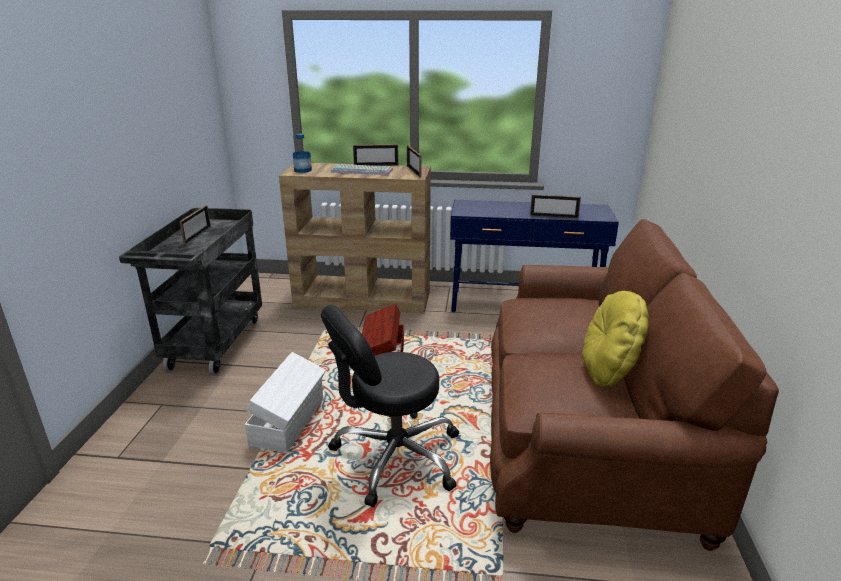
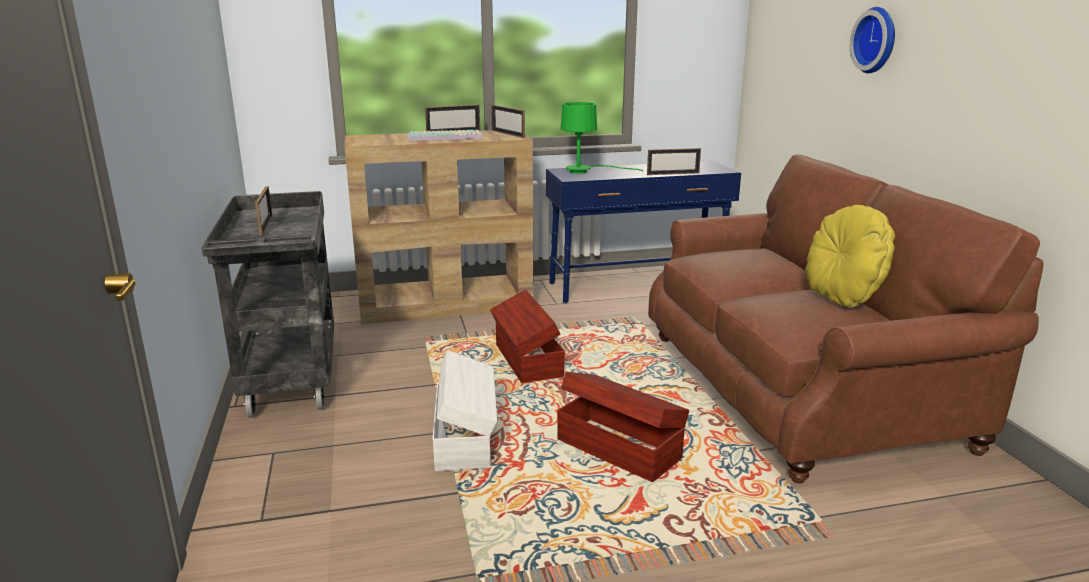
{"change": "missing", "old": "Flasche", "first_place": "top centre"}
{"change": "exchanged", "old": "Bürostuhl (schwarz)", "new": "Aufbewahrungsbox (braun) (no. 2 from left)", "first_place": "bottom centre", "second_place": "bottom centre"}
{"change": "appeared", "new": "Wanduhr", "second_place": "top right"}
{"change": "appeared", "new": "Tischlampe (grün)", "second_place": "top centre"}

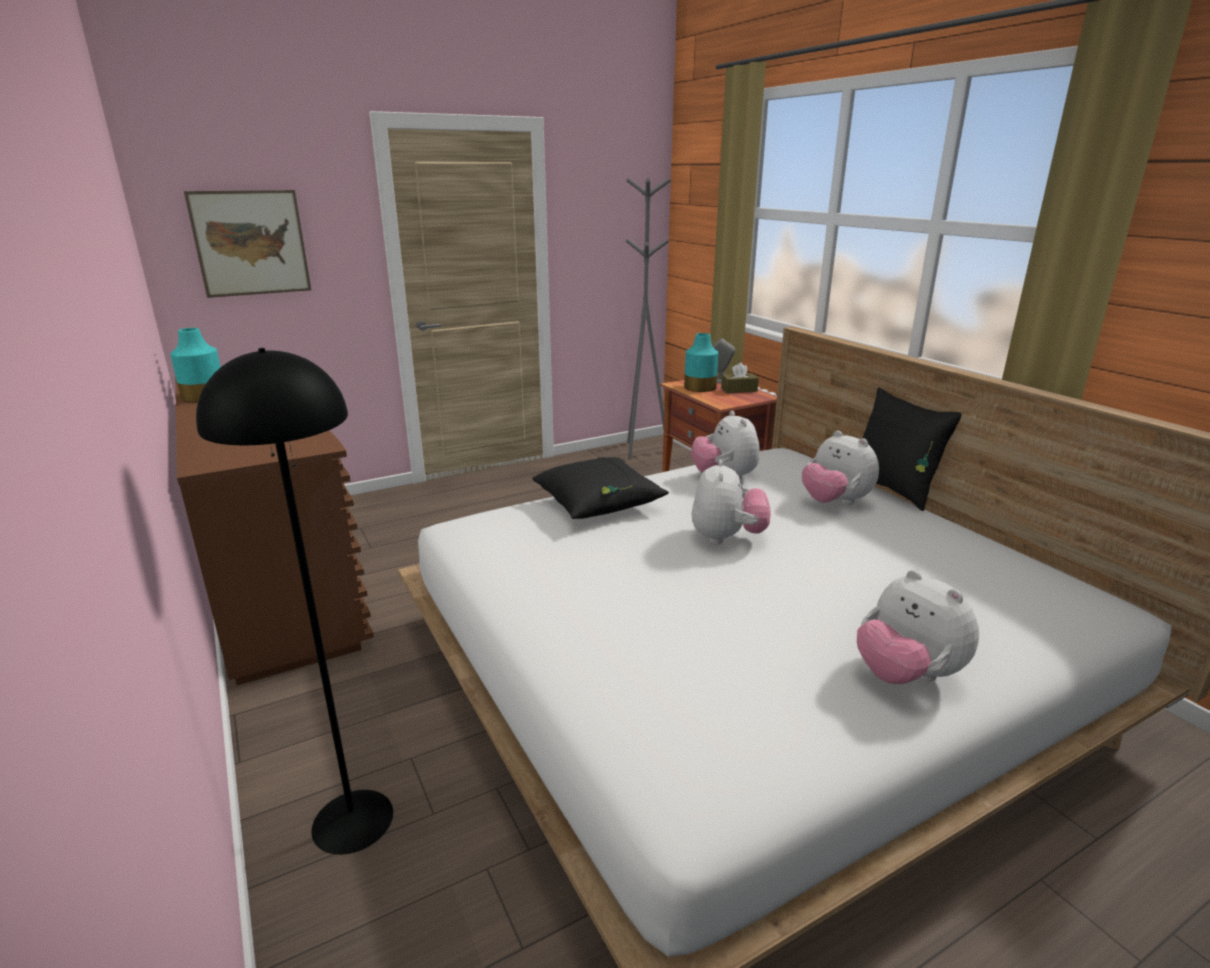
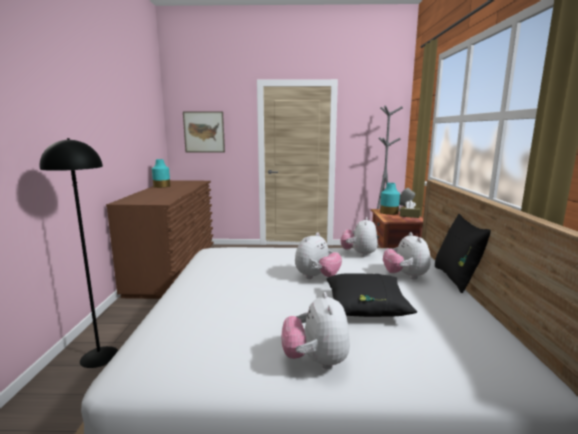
{"change": "relocated", "old": "Kissen (schwarz) (no. 1 from left)", "first_place": "centre", "second_place": "bottom centre"}

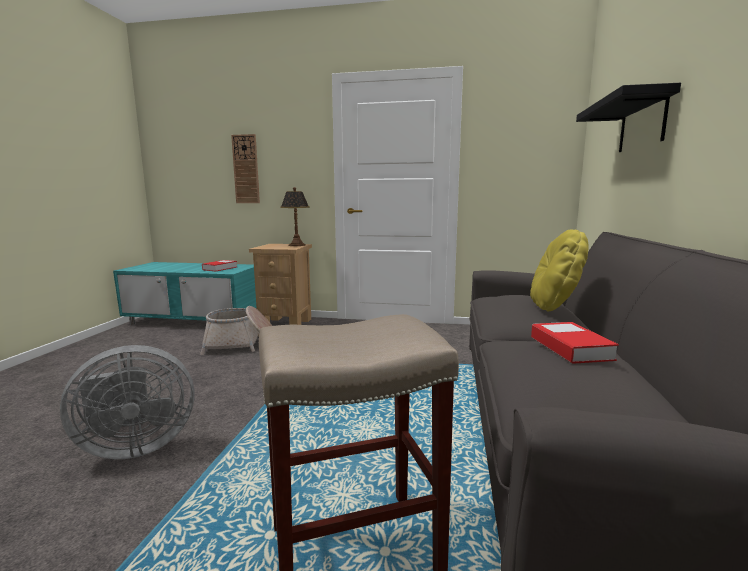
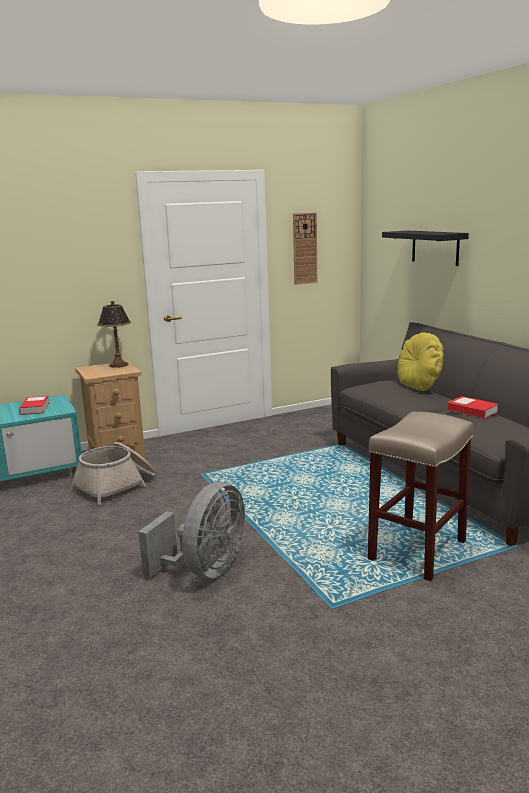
{"change": "relocated", "old": "Wanduhr", "first_place": "top left", "second_place": "top centre"}

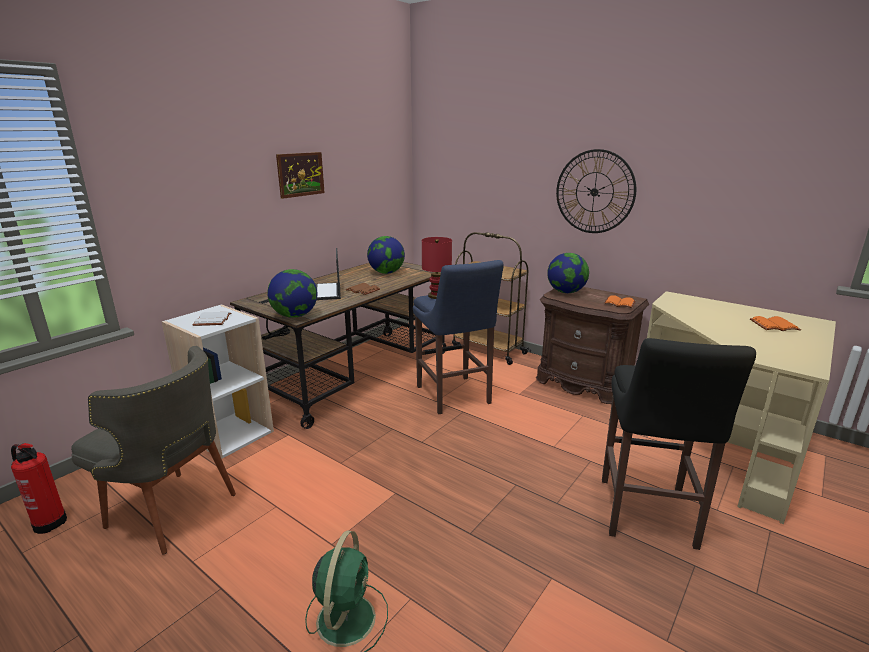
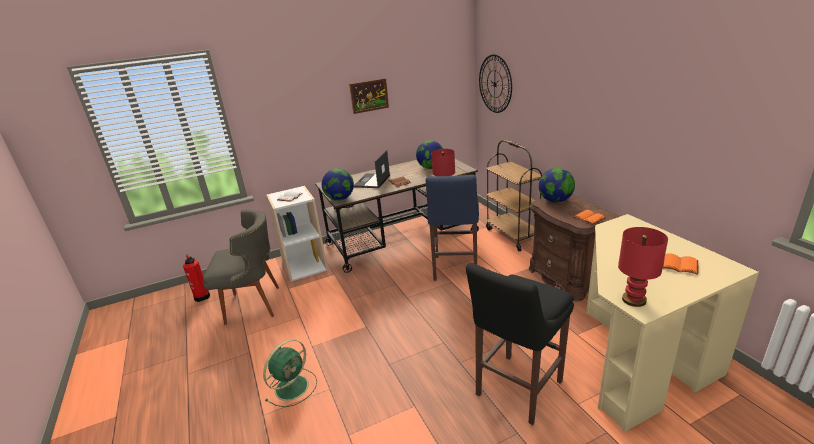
{"change": "relocated", "old": "Wanduhr", "first_place": "top right", "second_place": "top centre"}
{"change": "spun", "old": "Stuhl (grau)", "first_place": "bottom left", "second_place": "middle left", "degrees": -60}
{"change": "appeared", "new": "Tischlampe (rot) (no. 2 from left)", "second_place": "middle right"}

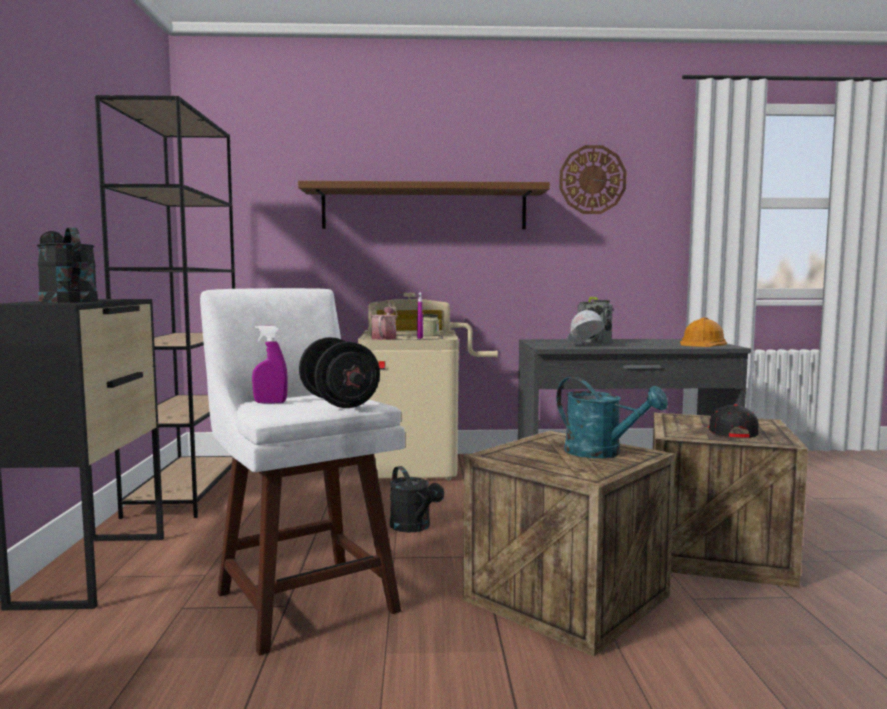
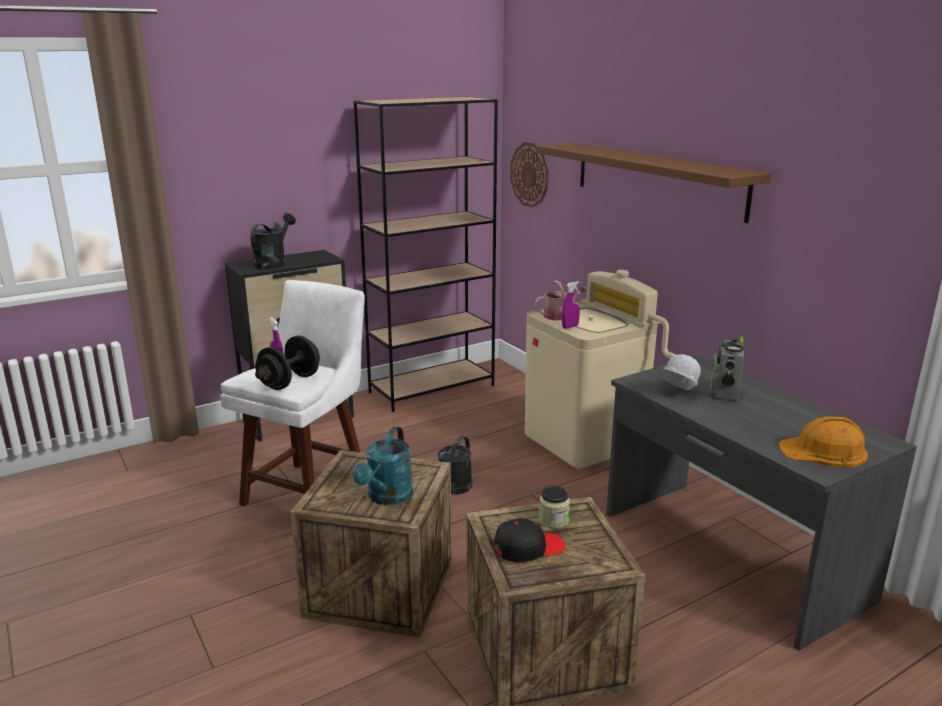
{"change": "relocated", "old": "Wanduhr", "first_place": "top right", "second_place": "top centre"}
{"change": "relocated", "old": "Vorratsglas", "first_place": "centre", "second_place": "bottom centre"}

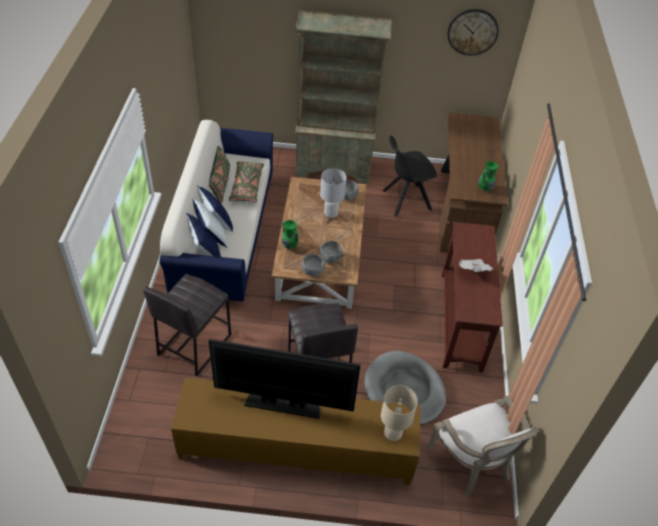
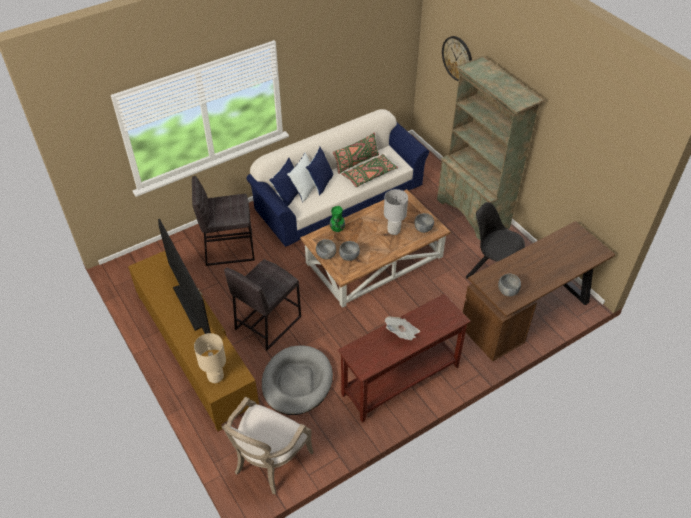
{"change": "relocated", "old": "Wanduhr", "first_place": "top right", "second_place": "top centre"}
{"change": "exchanged", "old": "Vase (grün) (no. 2 from left)", "new": "Schüssel (grau) (no. 4 from left)", "first_place": "middle right", "second_place": "middle right"}

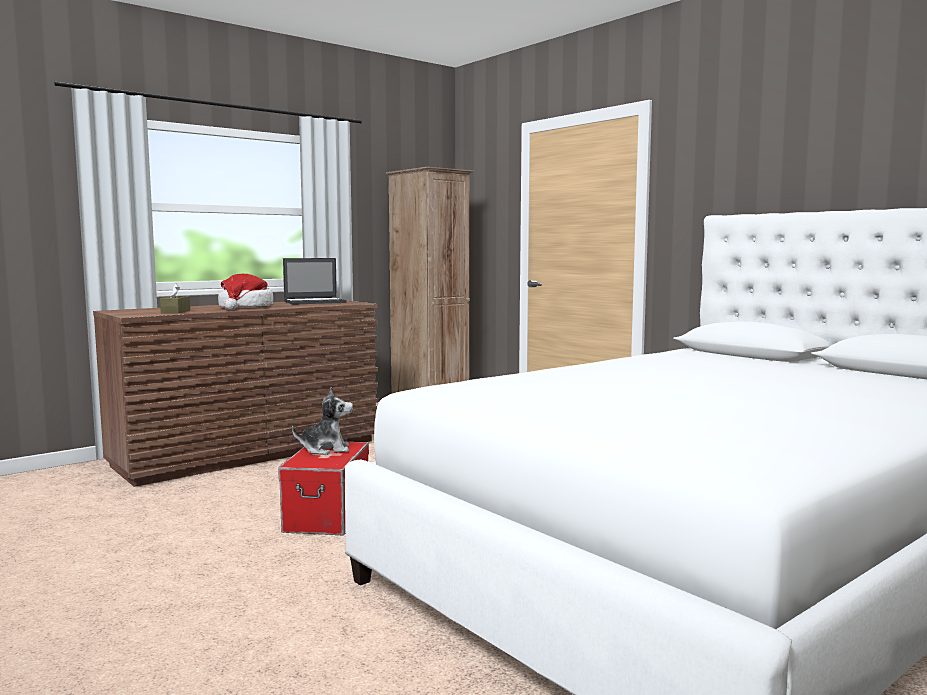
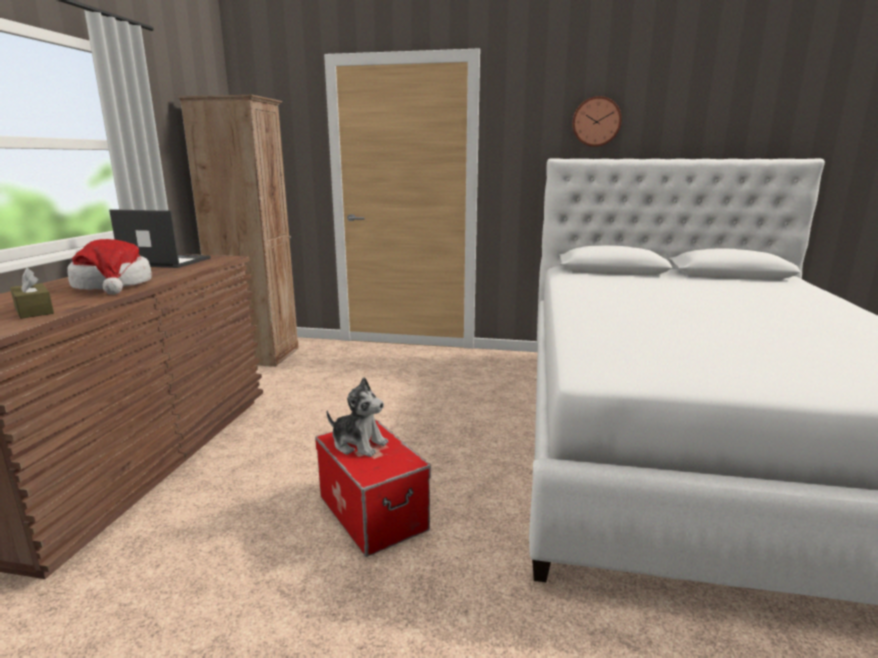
{"change": "spun", "old": "Laptop", "first_place": "centre", "second_place": "middle left", "degrees": -105}
{"change": "spun", "old": "Plüschtier", "first_place": "centre", "second_place": "centre", "degrees": 75}
{"change": "appeared", "new": "Wanduhr", "second_place": "top right"}

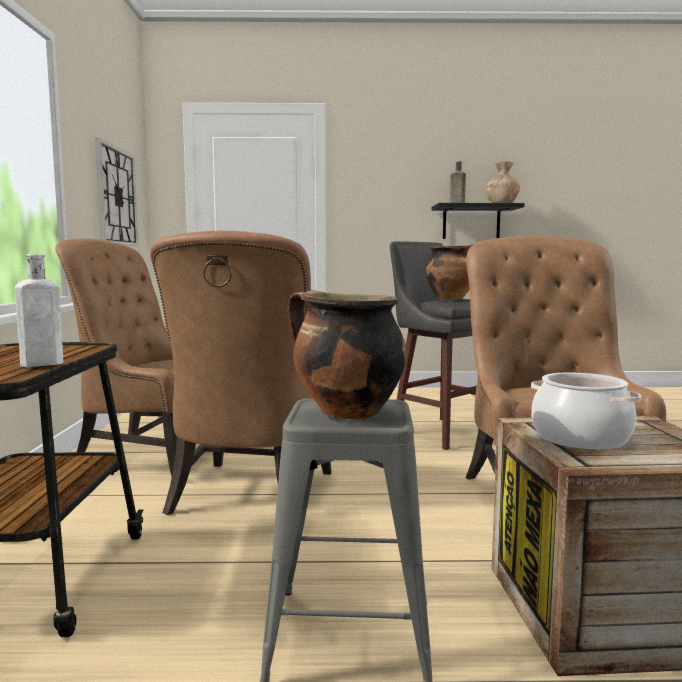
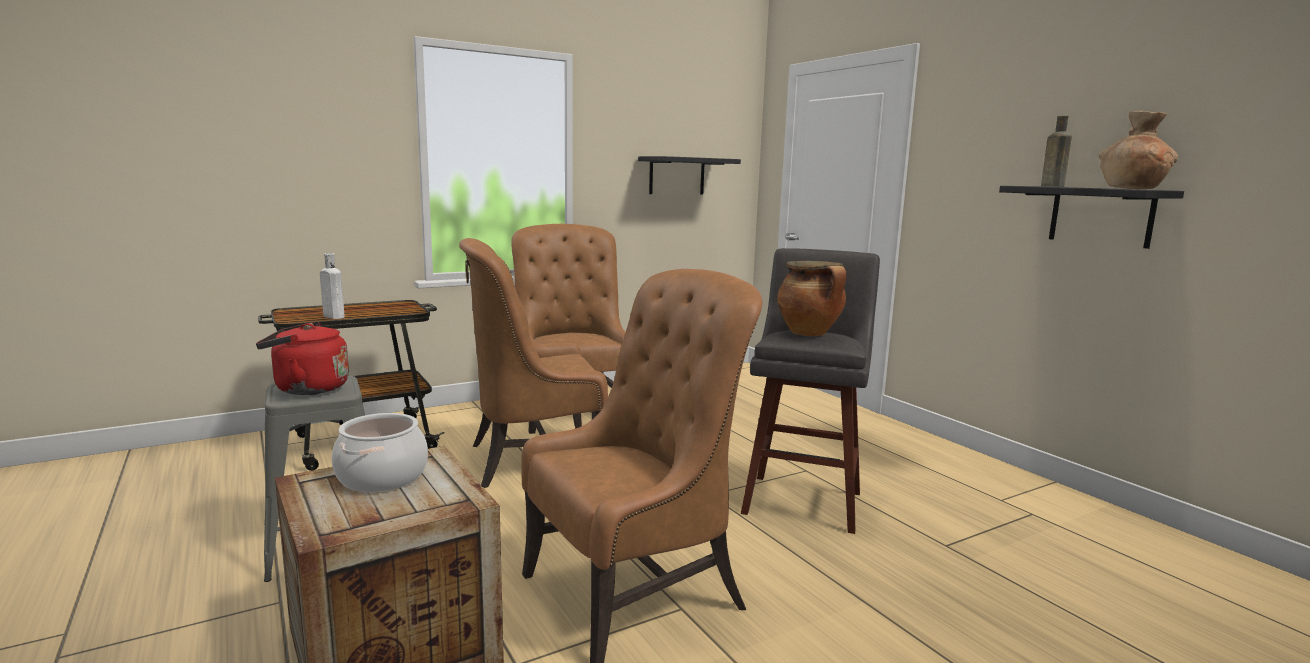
{"change": "exchanged", "old": "Wanduhr", "new": "Wandregal (schwarz) (no. 1 from left)", "first_place": "top left", "second_place": "top centre"}
{"change": "exchanged", "old": "Kochtopf (no. 1 from left)", "new": "Wasserkessel (rot)", "first_place": "centre", "second_place": "middle left"}

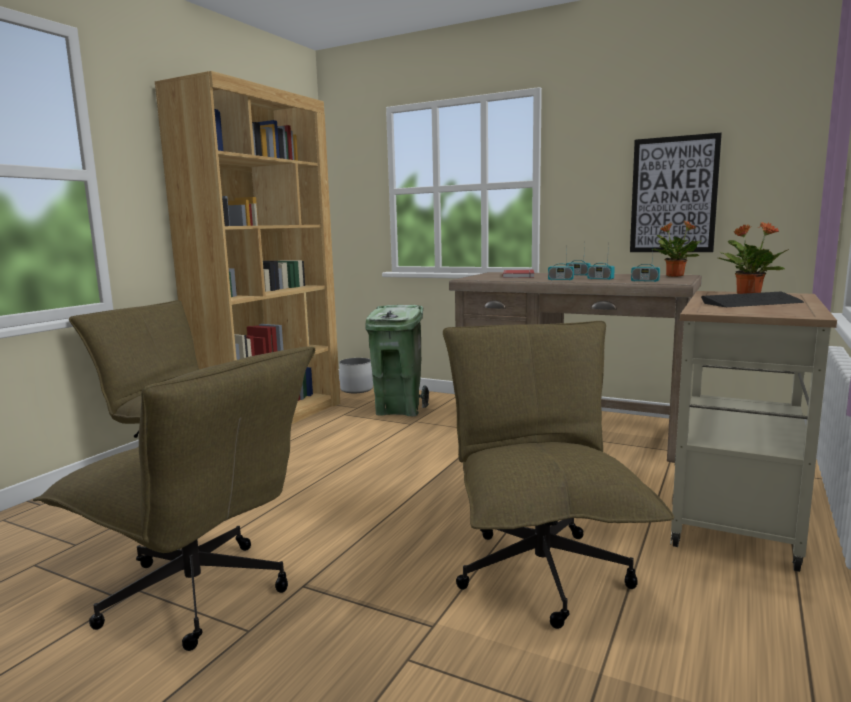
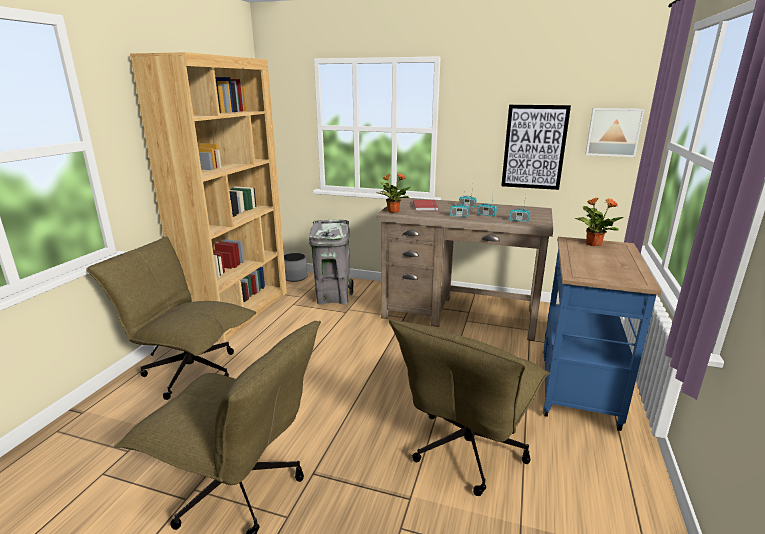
{"change": "relocated", "old": "Topfpflanze (no. 1 from left)", "first_place": "middle right", "second_place": "centre"}
{"change": "colour", "old": "Rollwagen (beige)", "new": "Rollwagen (blau)", "first_place": "middle right", "second_place": "middle right"}
{"change": "missing", "old": "Tastatur", "first_place": "middle right"}
{"change": "colour", "old": "Mülleimer (grün)", "new": "Mülleimer (grau)", "first_place": "centre", "second_place": "centre"}
{"change": "spun", "old": "Bürostuhl (beige) (no. 3 from left)", "first_place": "bottom centre", "second_place": "bottom centre", "degrees": -135}
{"change": "appeared", "new": "Bild (no. 2 from left)", "second_place": "top right"}

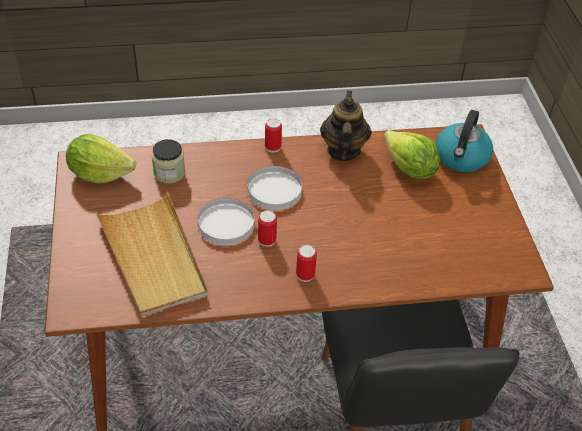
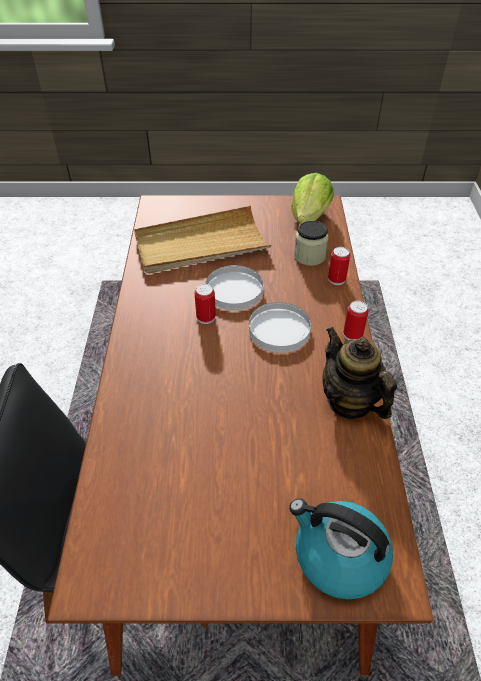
{"change": "spun", "old": "Teekanne", "first_place": "top centre", "second_place": "middle right", "degrees": -135}
{"change": "missing", "old": "Salatkopf (no. 2 from left)", "first_place": "middle right"}
{"change": "relocated", "old": "Dose (no. 3 from left in the first image)", "new": "Dose (no. 2 from left)", "first_place": "centre", "second_place": "middle right"}

